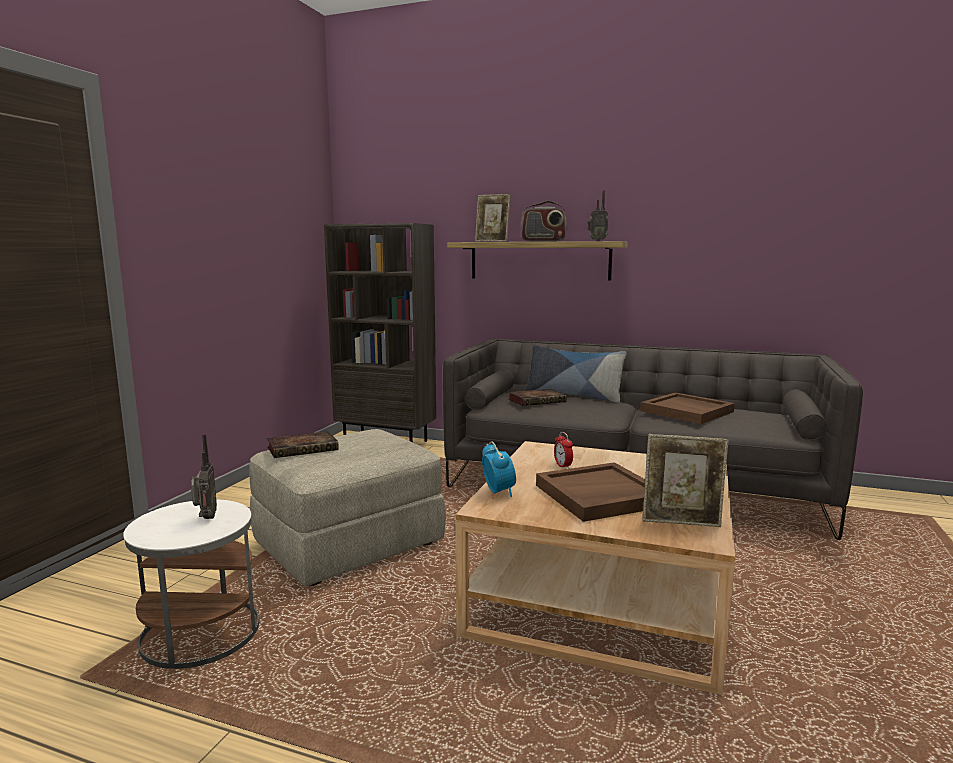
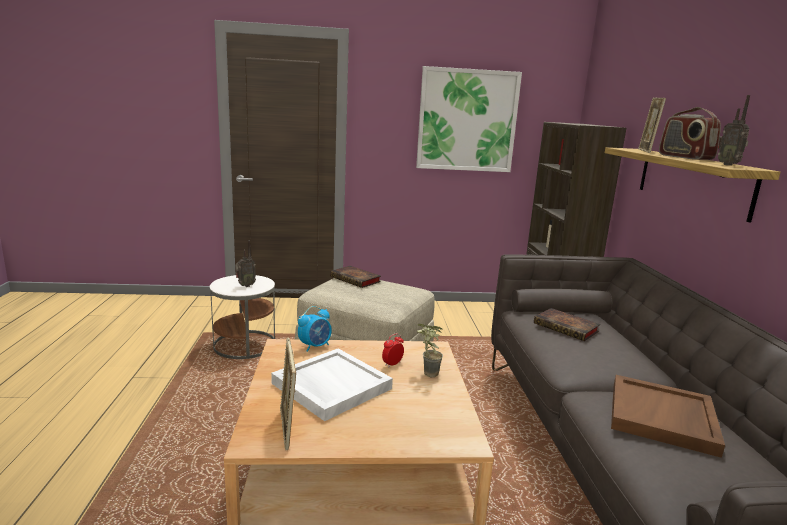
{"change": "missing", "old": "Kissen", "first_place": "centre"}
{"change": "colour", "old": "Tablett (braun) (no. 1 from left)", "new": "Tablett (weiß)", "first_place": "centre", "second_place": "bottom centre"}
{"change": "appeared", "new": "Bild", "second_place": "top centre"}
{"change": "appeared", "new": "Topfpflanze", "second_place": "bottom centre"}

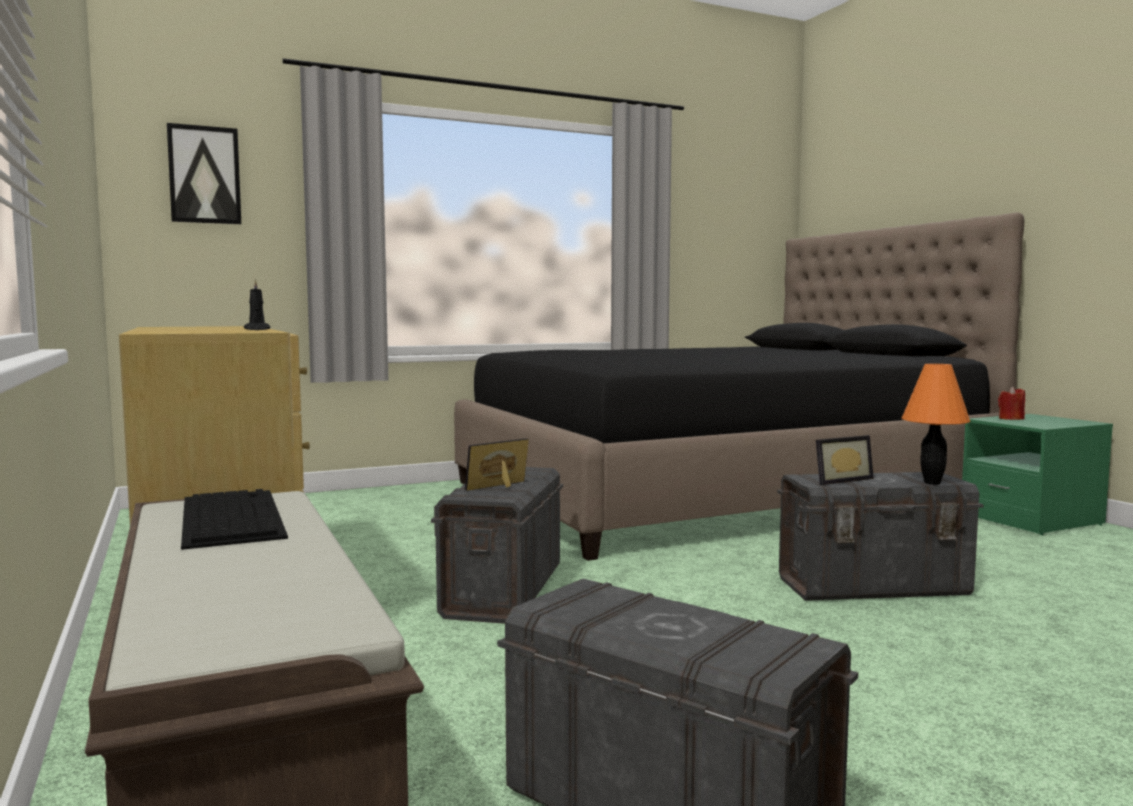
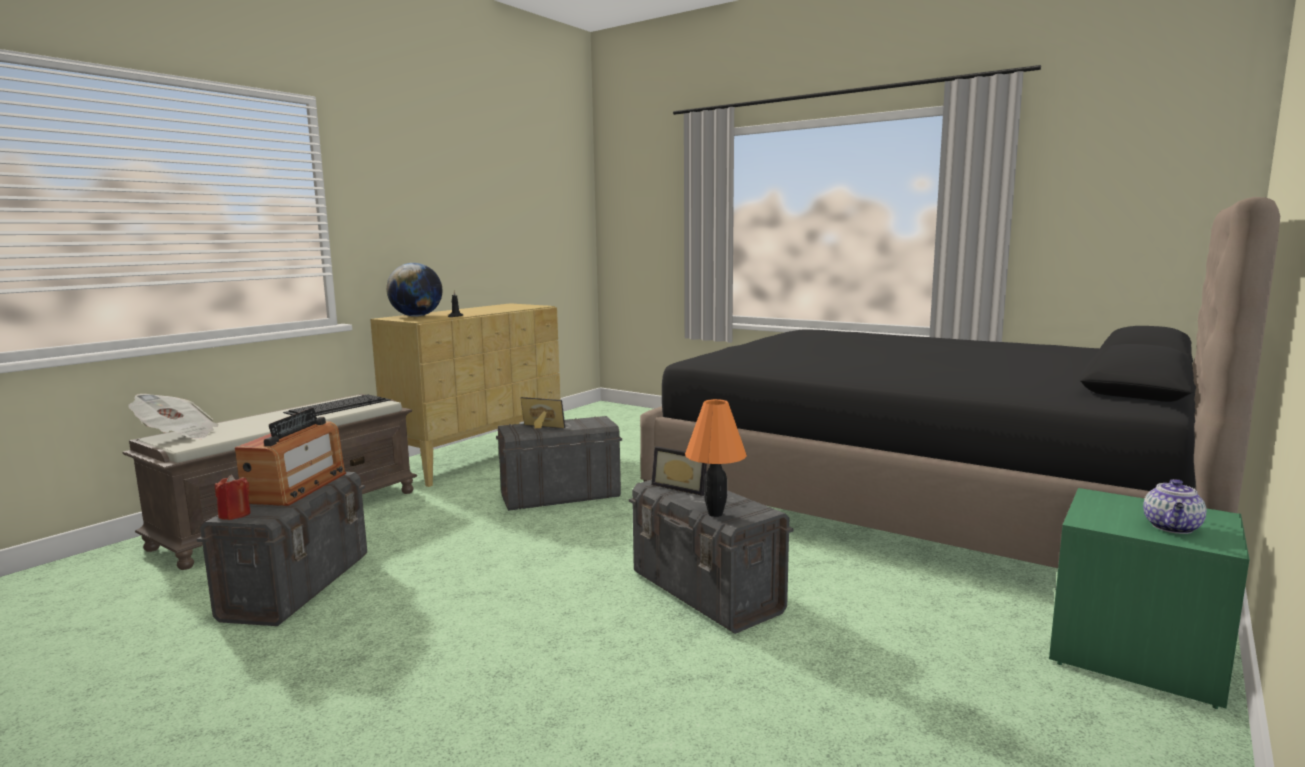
{"change": "missing", "old": "Bild", "first_place": "top left"}
{"change": "relocated", "old": "Kerze (rot)", "first_place": "middle right", "second_place": "middle left"}
{"change": "appeared", "new": "Globus", "second_place": "middle left"}
{"change": "appeared", "new": "Zeitung", "second_place": "middle left"}
{"change": "appeared", "new": "Radio", "second_place": "middle left"}
{"change": "appeared", "new": "Teekanne", "second_place": "middle right"}

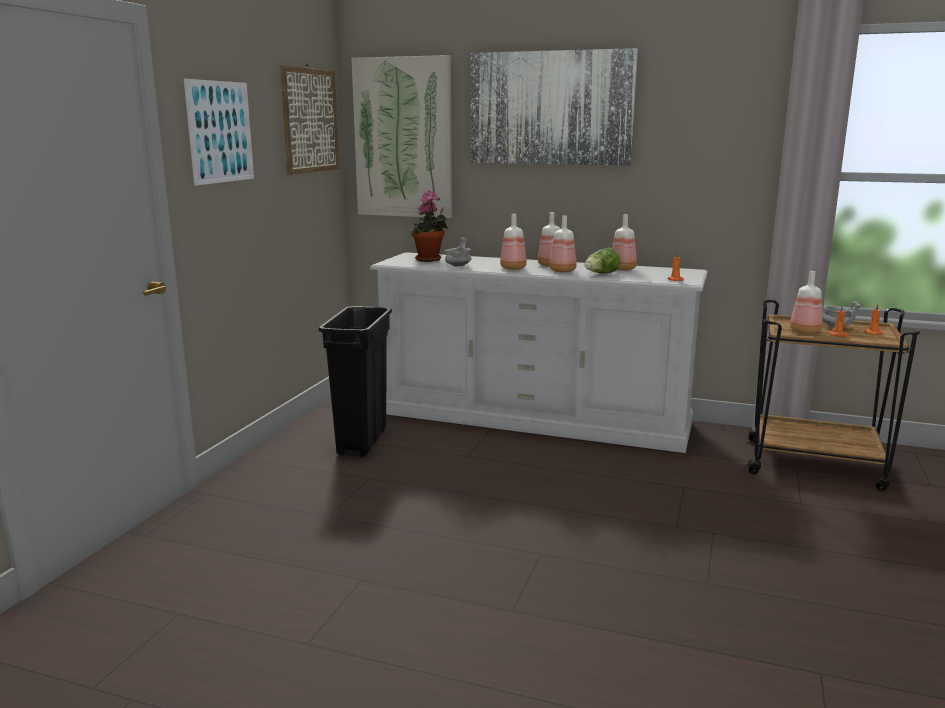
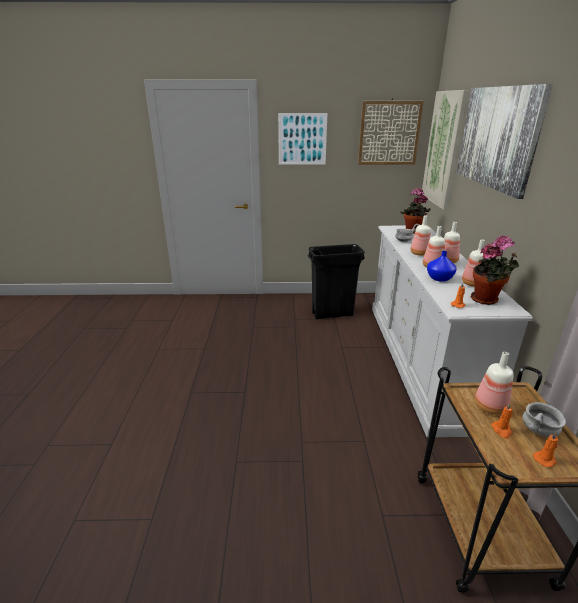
{"change": "exchanged", "old": "Salatkopf", "new": "Vase (blau)", "first_place": "centre", "second_place": "middle right"}
{"change": "appeared", "new": "Topfpflanze (no. 2 from left)", "second_place": "middle right"}

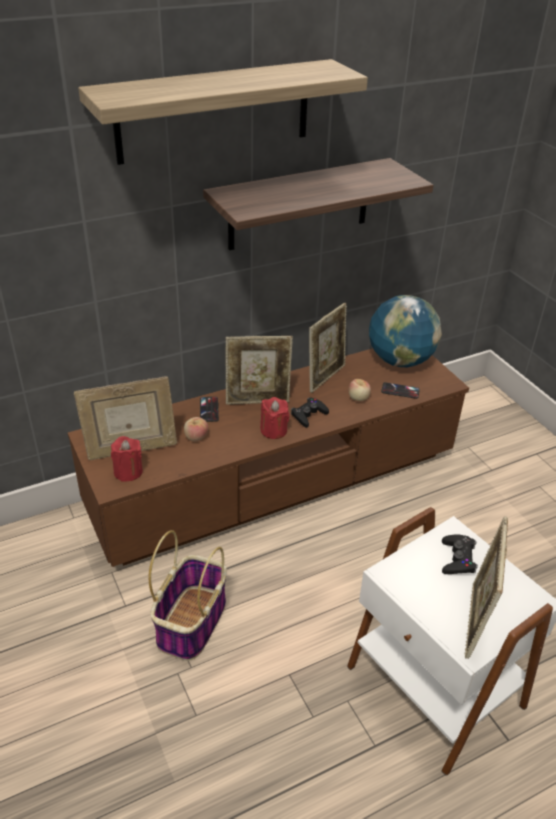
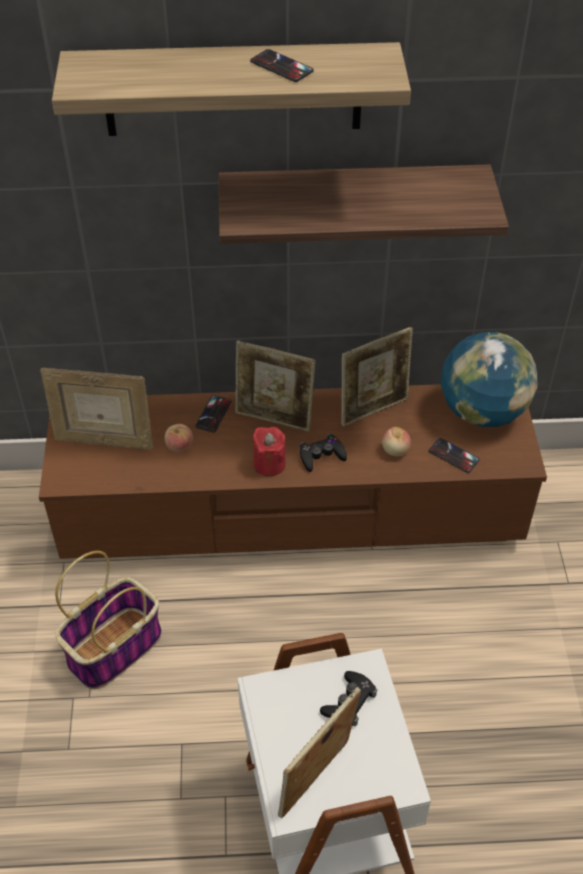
{"change": "missing", "old": "Kerze (rot) (no. 1 from left)", "first_place": "middle left"}
{"change": "appeared", "new": "Handy (no. 2 from left)", "second_place": "top centre"}

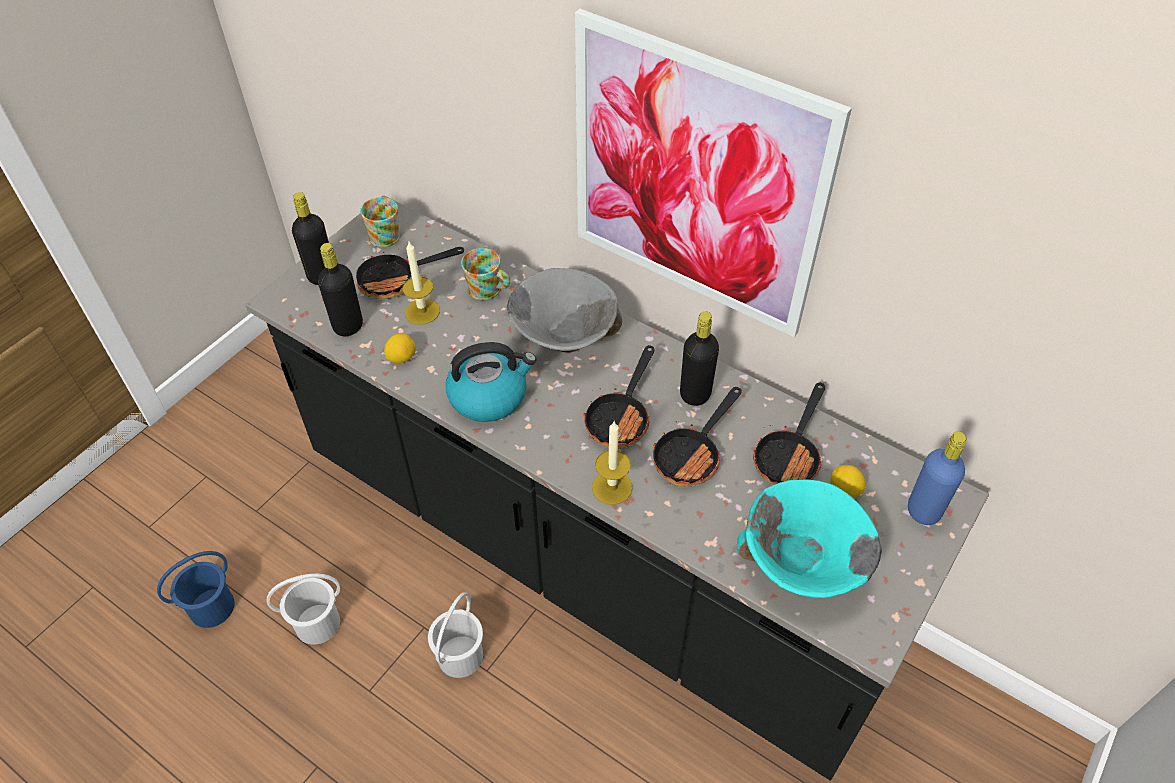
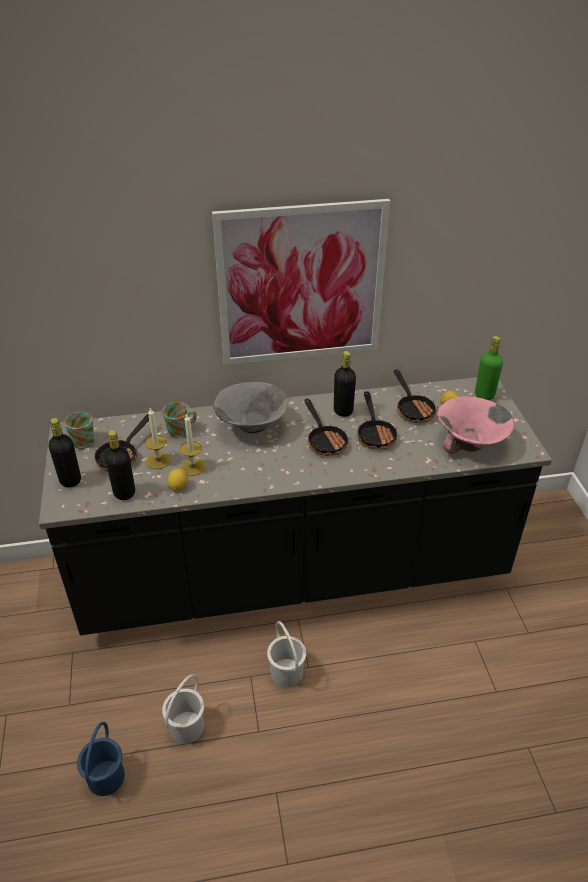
{"change": "missing", "old": "Wasserkessel", "first_place": "centre"}
{"change": "relocated", "old": "Kerze (no. 2 from left)", "first_place": "centre", "second_place": "middle left"}
{"change": "colour", "old": "Flasche (blau)", "new": "Flasche (grün)", "first_place": "middle right", "second_place": "middle right"}
{"change": "colour", "old": "Schüssel (türkis)", "new": "Schüssel (rosa)", "first_place": "bottom right", "second_place": "middle right"}

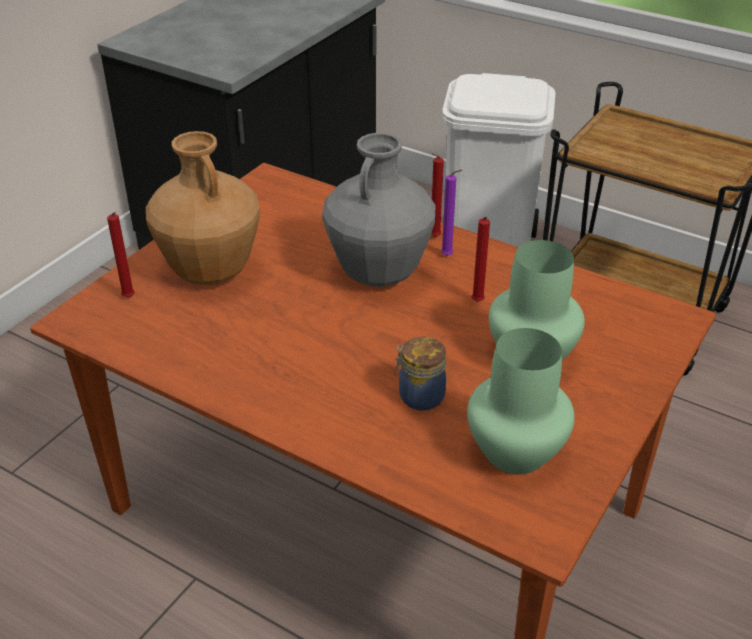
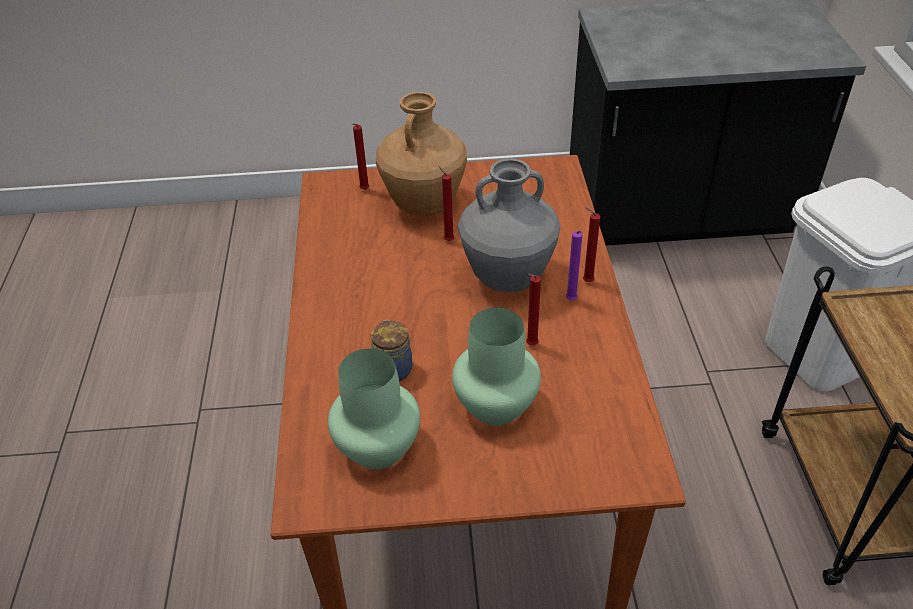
{"change": "appeared", "new": "Kerze (rot) (no. 2 from left)", "second_place": "centre"}

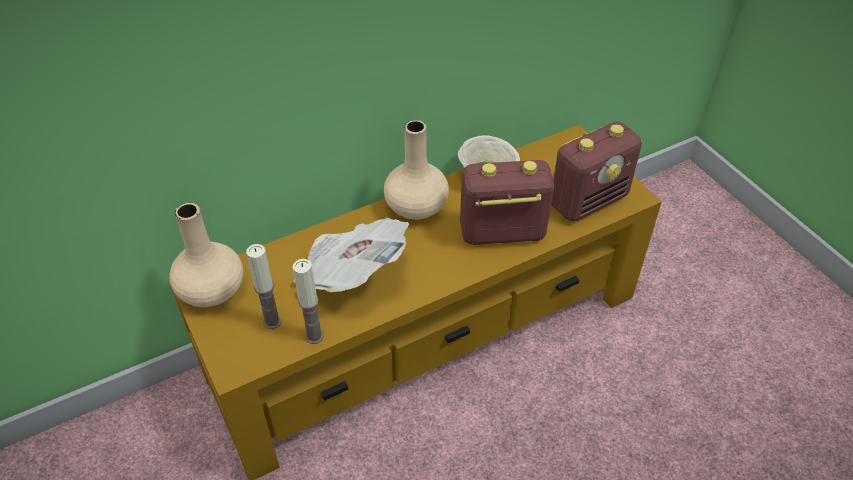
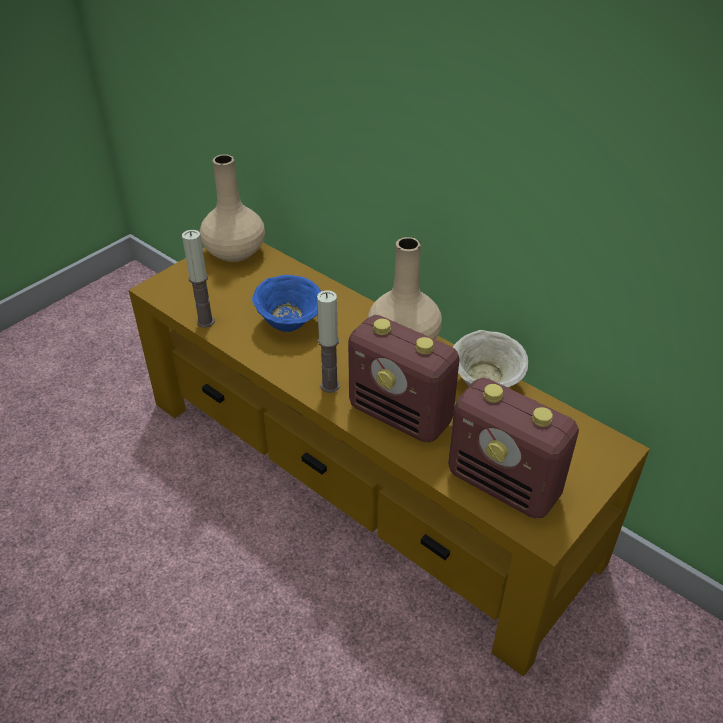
{"change": "spun", "old": "Radio (no. 1 from left)", "first_place": "centre", "second_place": "centre", "degrees": 150}
{"change": "exchanged", "old": "Zeitung", "new": "Schüssel (blau)", "first_place": "centre", "second_place": "centre"}
{"change": "relocated", "old": "Kerze (no. 1 from left in the first image)", "new": "Kerze (no. 2 from left)", "first_place": "middle left", "second_place": "centre"}

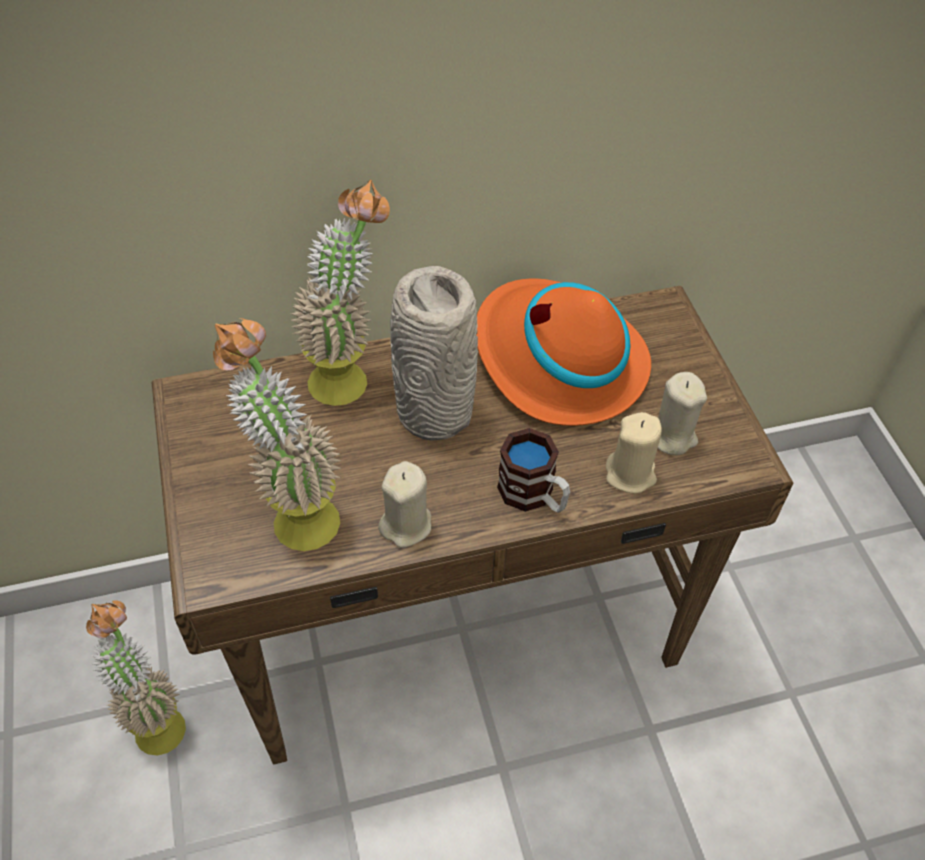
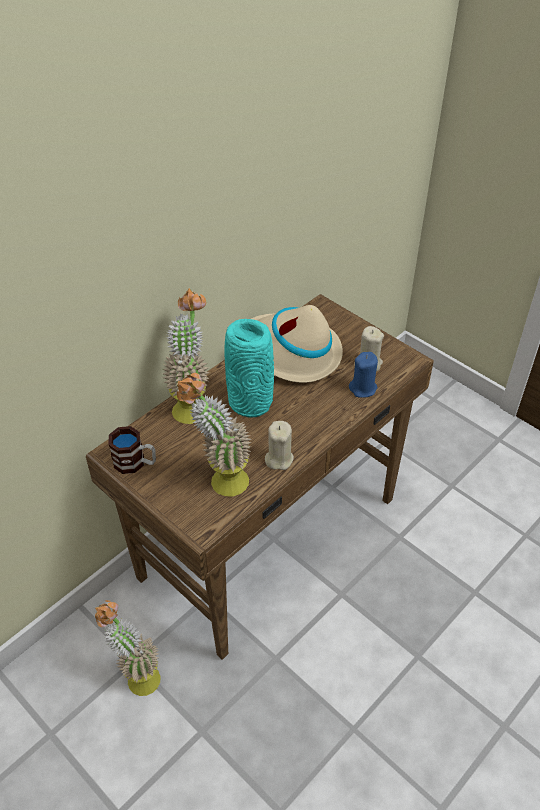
{"change": "colour", "old": "Vase (grau)", "new": "Vase (türkis)", "first_place": "centre", "second_place": "centre"}
{"change": "colour", "old": "Hut (orange)", "new": "Hut (beige)", "first_place": "centre", "second_place": "centre"}
{"change": "colour", "old": "Kerze (beige) (no. 2 from left)", "new": "Kerze (blau)", "first_place": "middle right", "second_place": "middle right"}
{"change": "relocated", "old": "Henkelbecher", "first_place": "centre", "second_place": "middle left"}

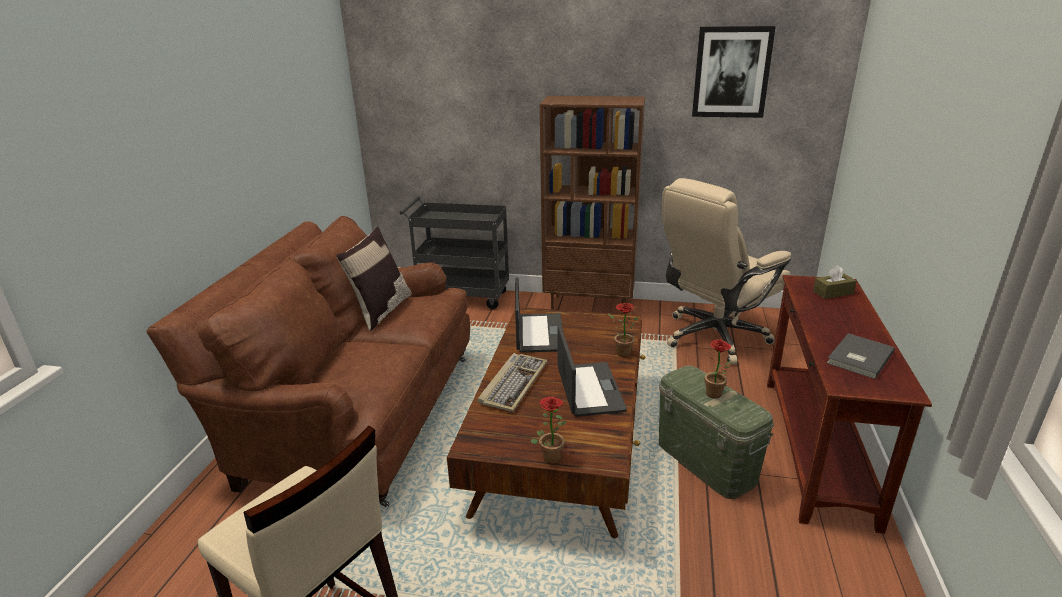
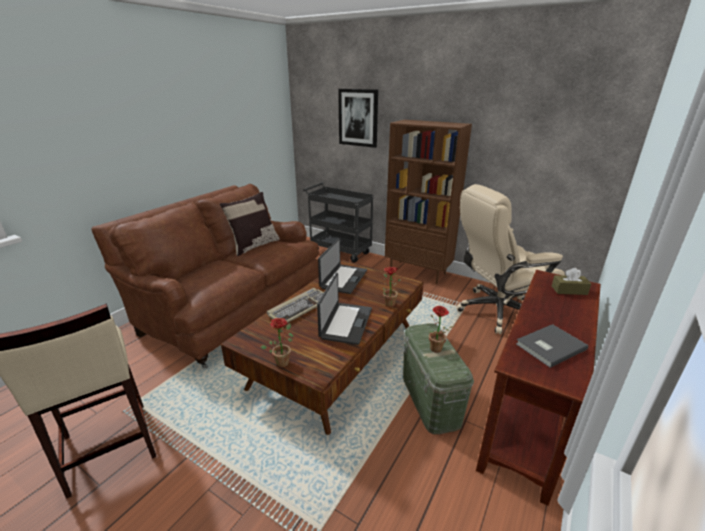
{"change": "relocated", "old": "Bild", "first_place": "top right", "second_place": "top centre"}

